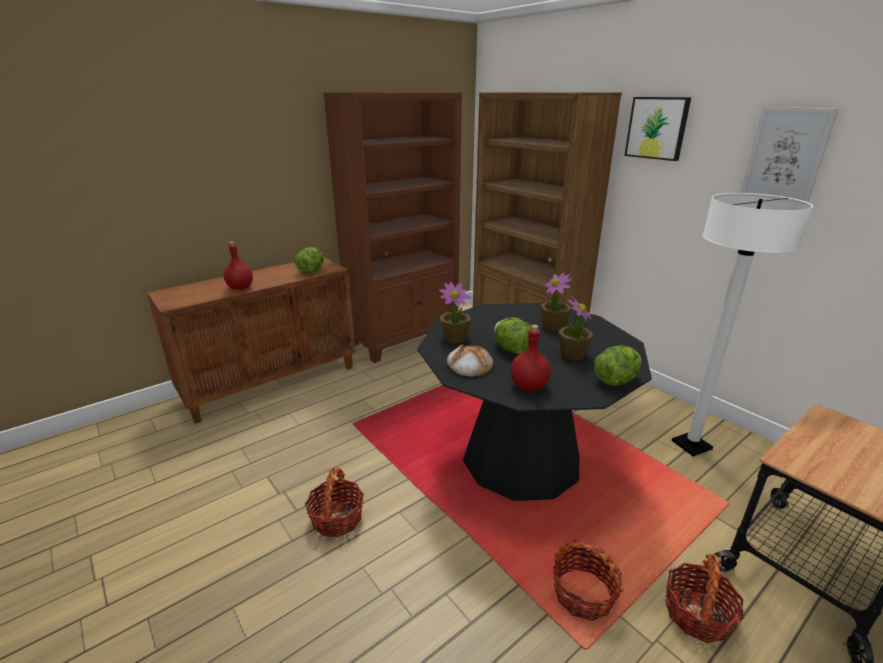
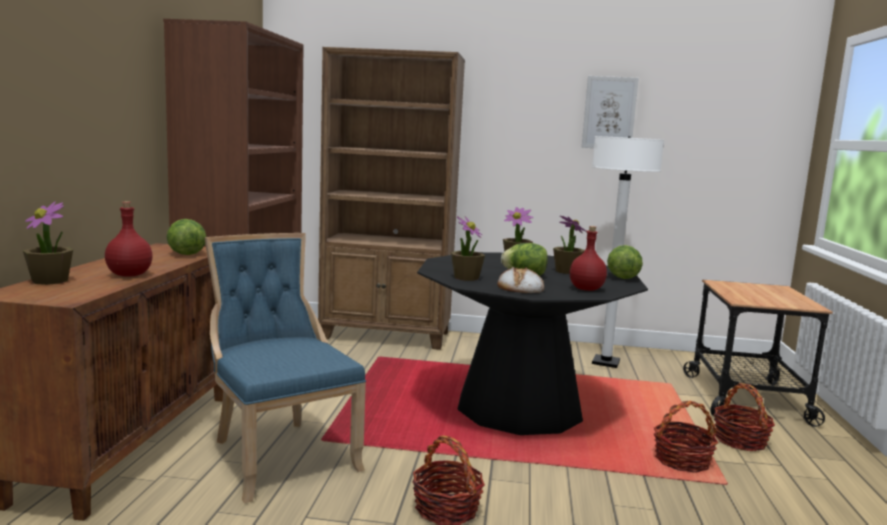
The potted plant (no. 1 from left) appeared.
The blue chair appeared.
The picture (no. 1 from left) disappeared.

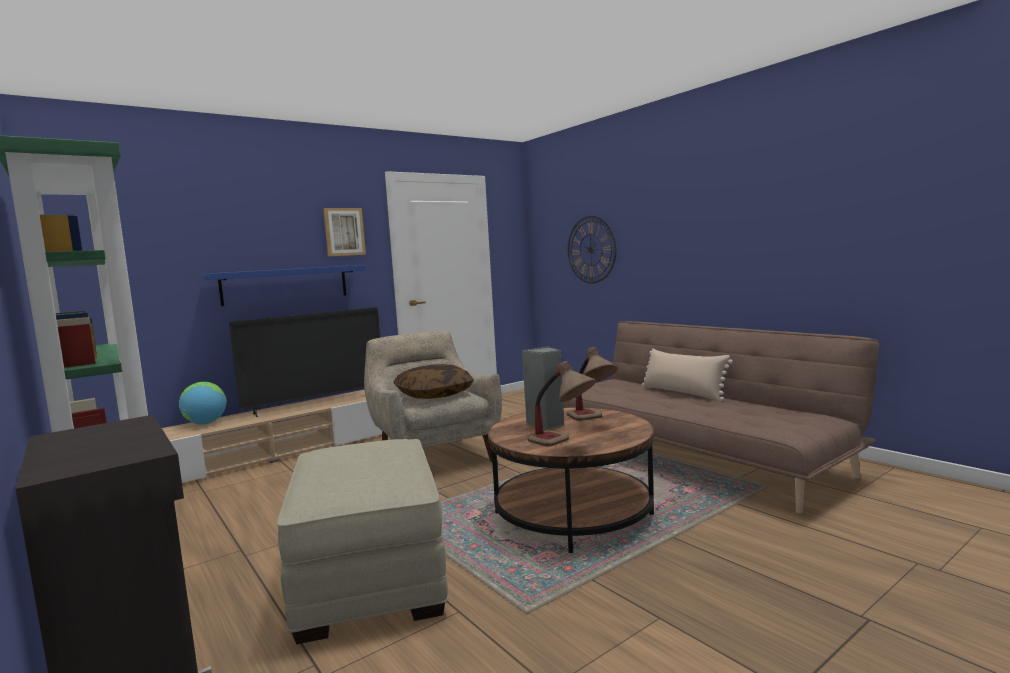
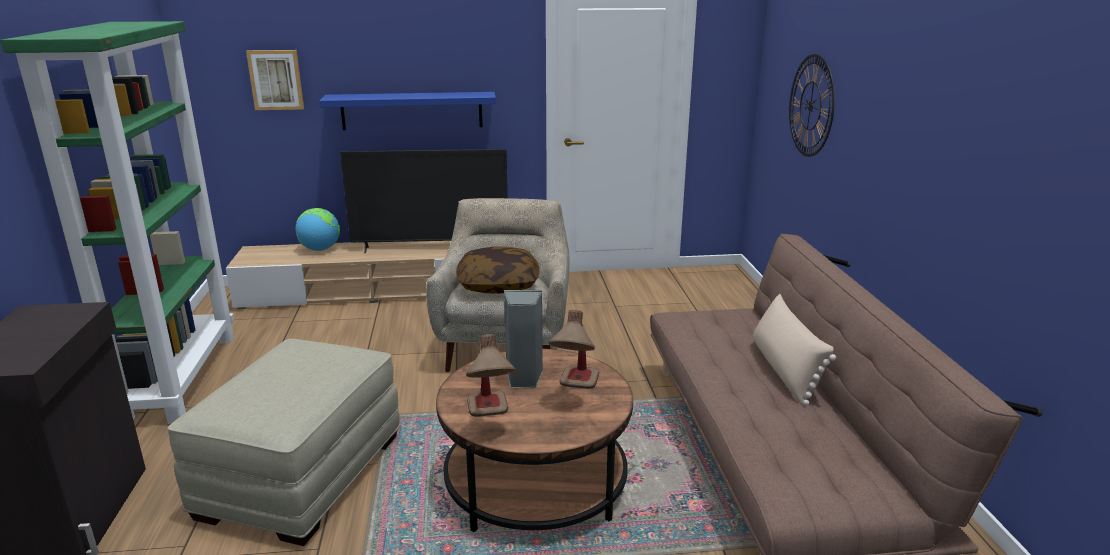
The picture moved.

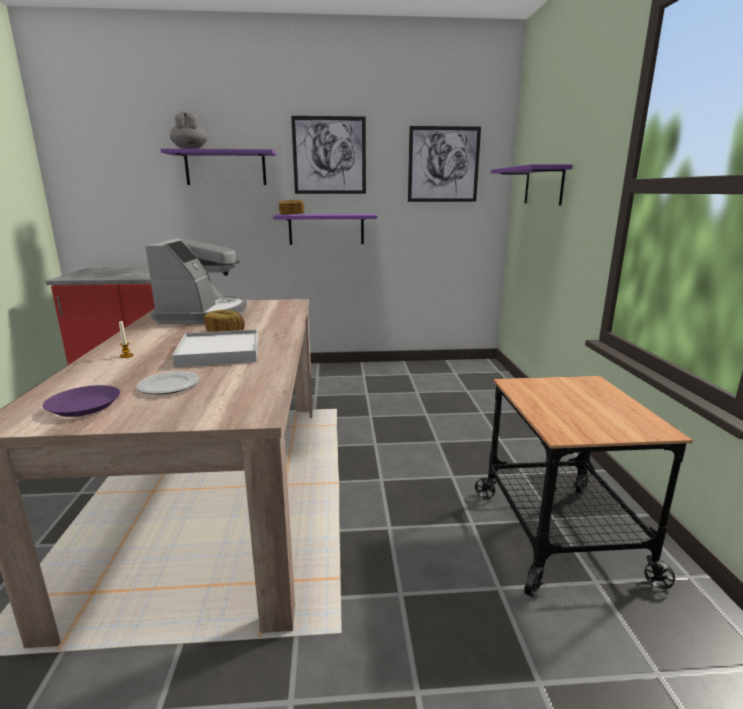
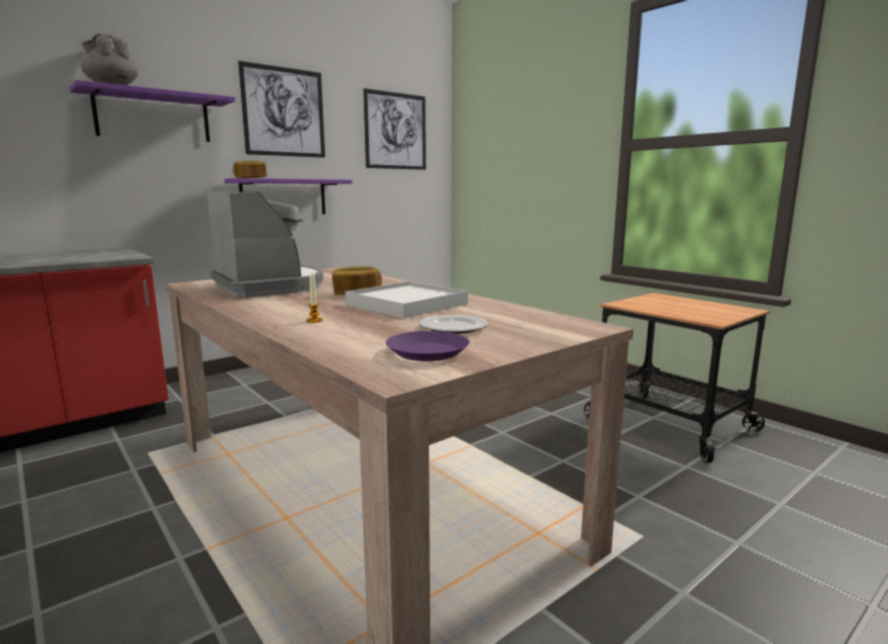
The purple shelf (no. 3 from left) disappeared.

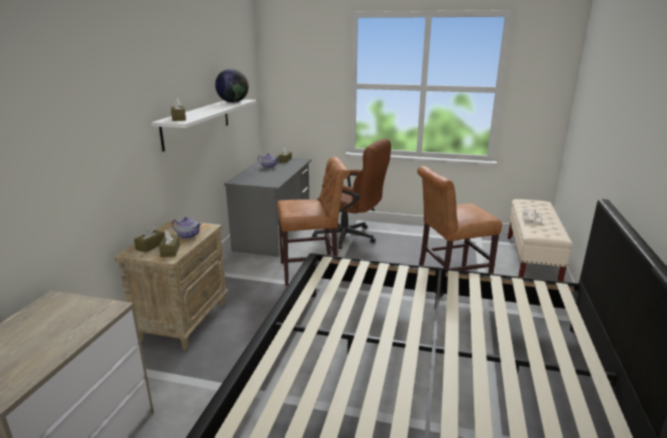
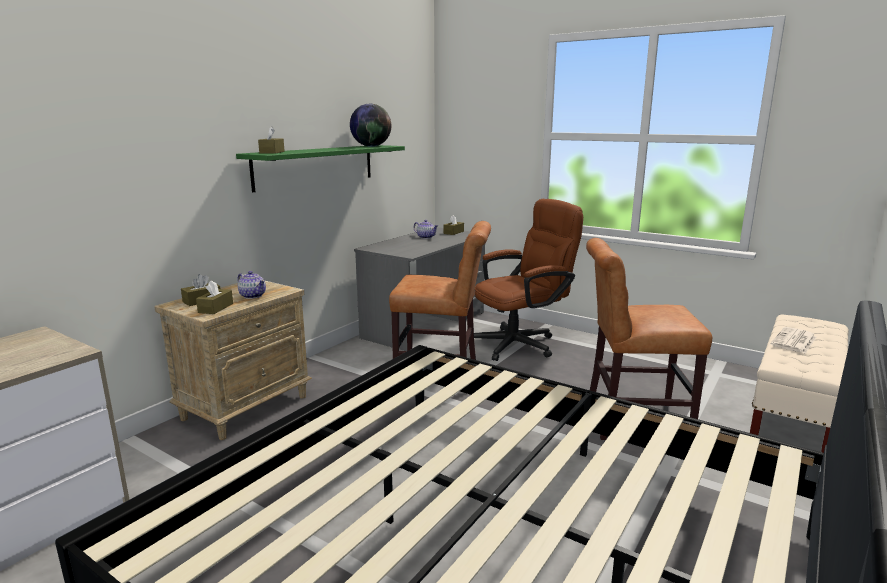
The white shelf became the green shelf.
The brown office chair turned 75 degrees counterclockwise.

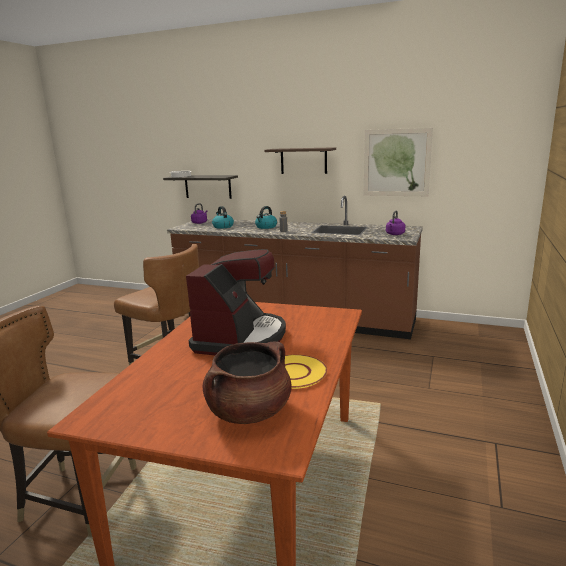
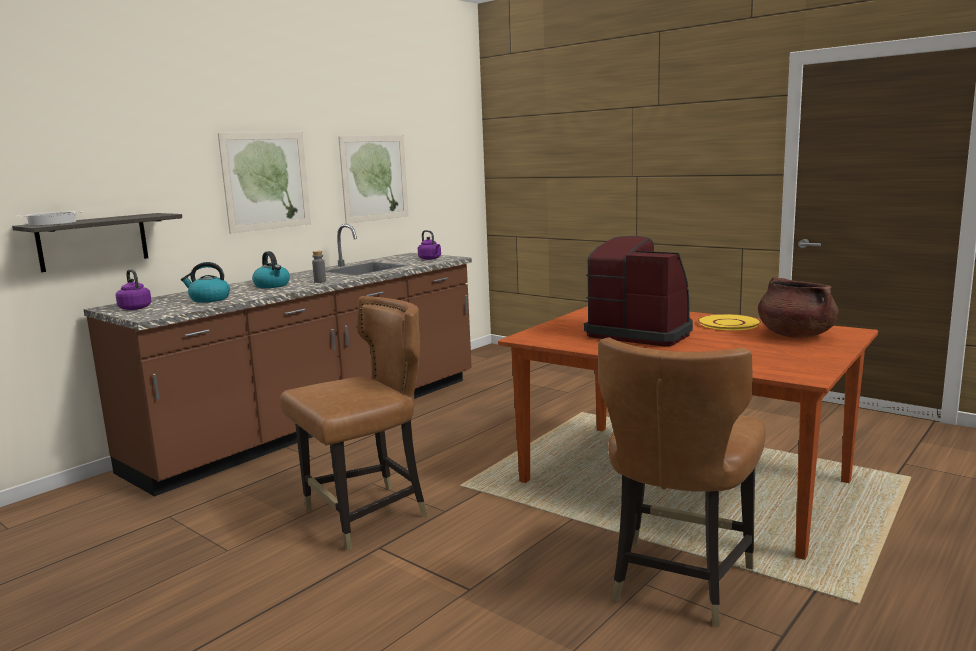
The shelf (no. 2 from left) was replaced by the picture (no. 1 from left).

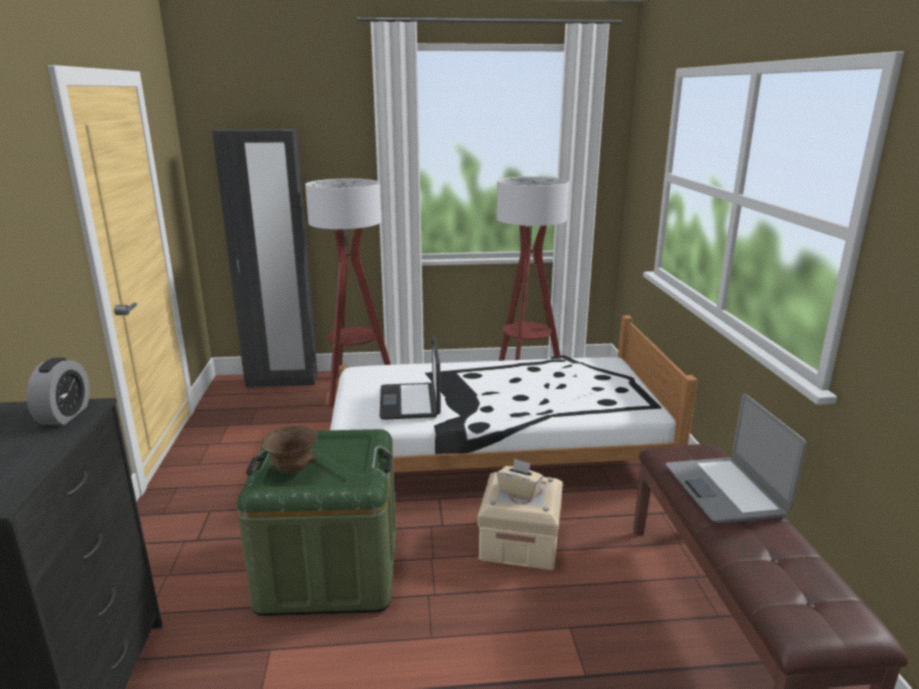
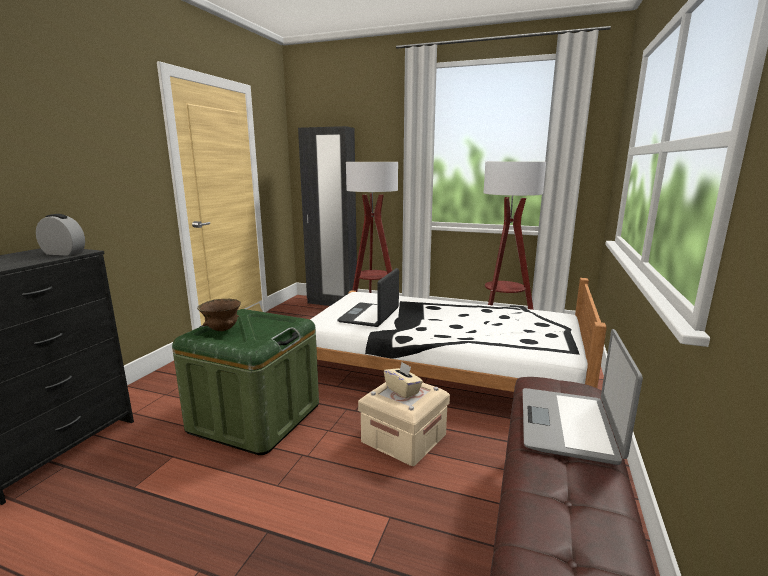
The alarm clock turned 105 degrees counterclockwise.

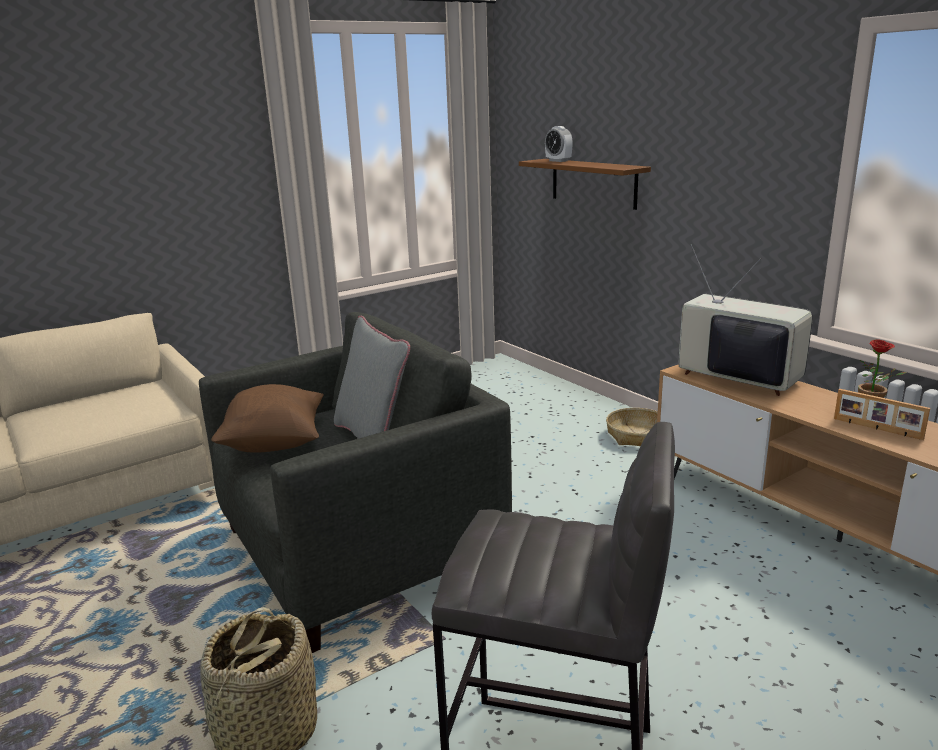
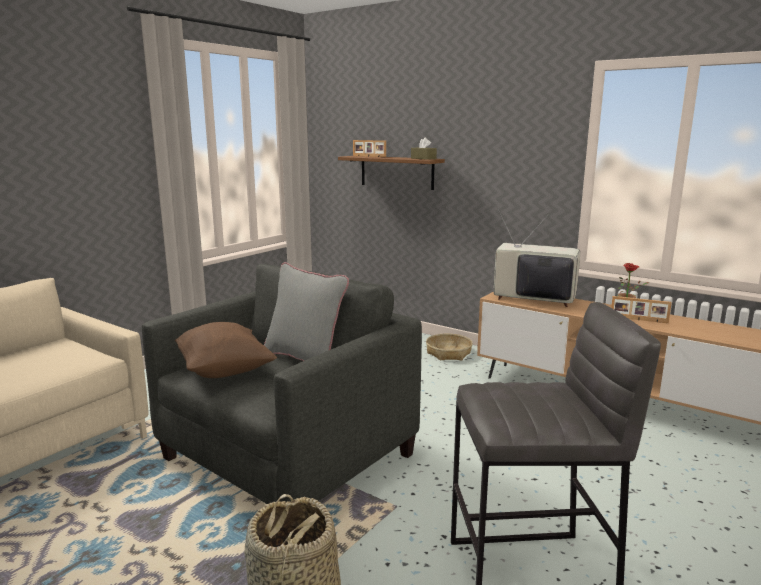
The alarm clock was replaced by the picture frame (no. 1 from left).
The brown tissue box appeared.

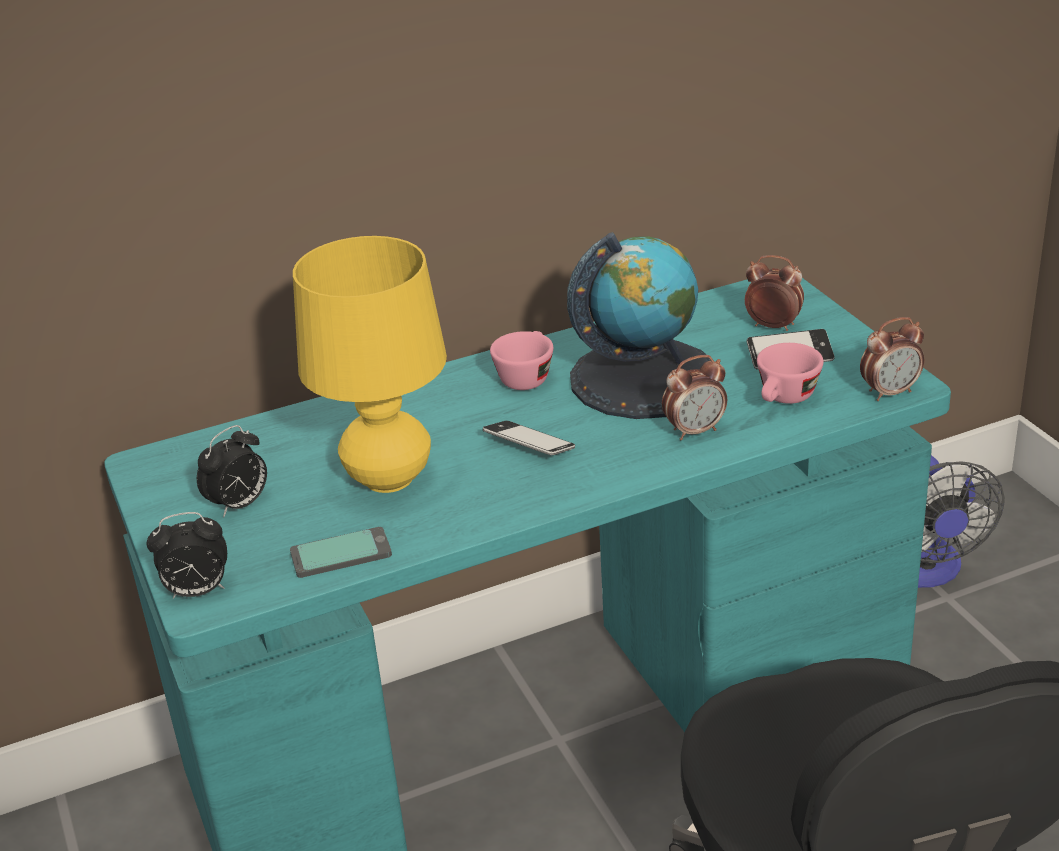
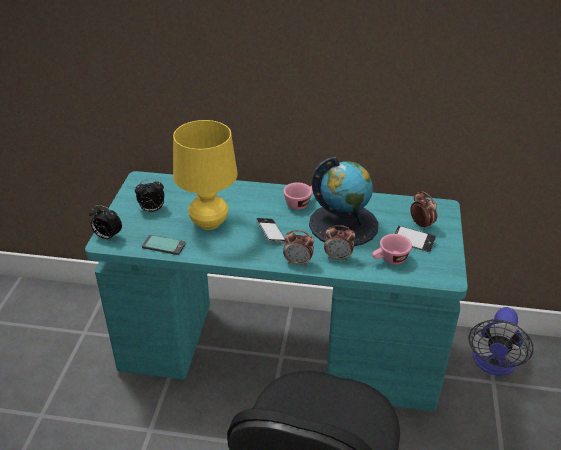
The alarm clock (no. 5 from left in the first image) moved.

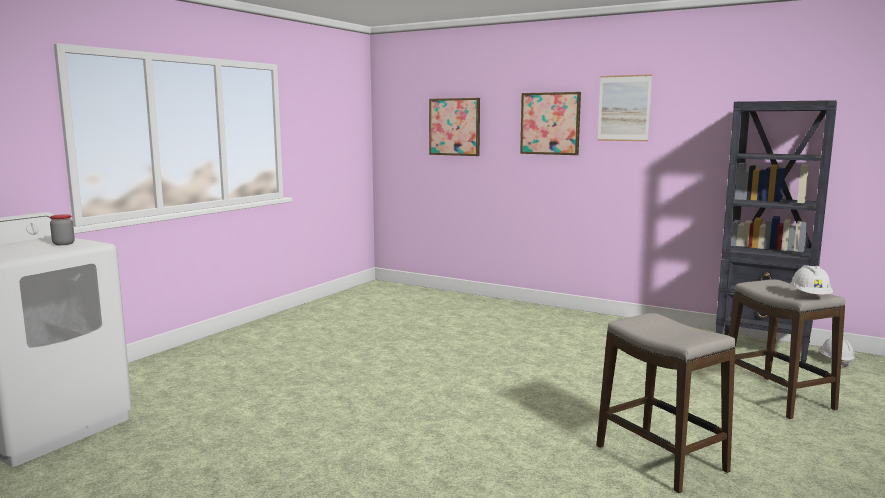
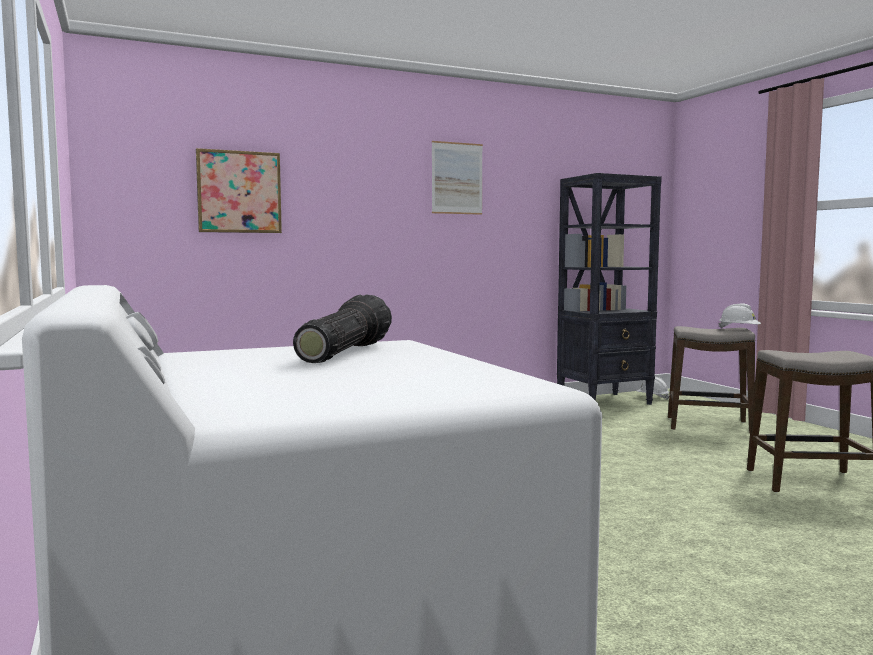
The jar was replaced by the flashlight.
The picture (no. 2 from left) disappeared.

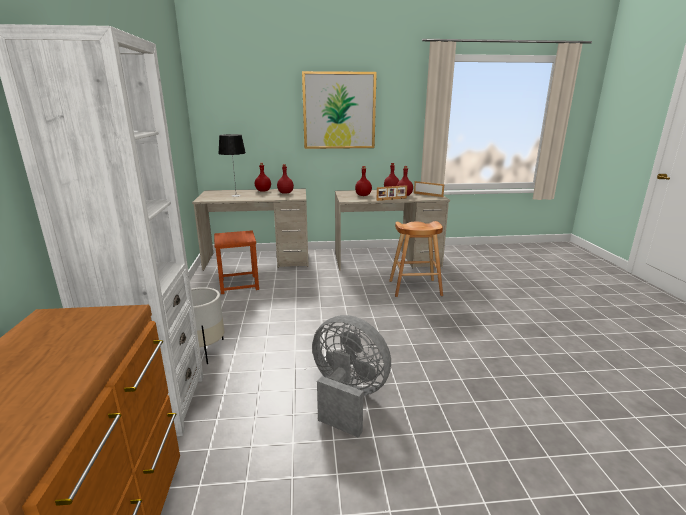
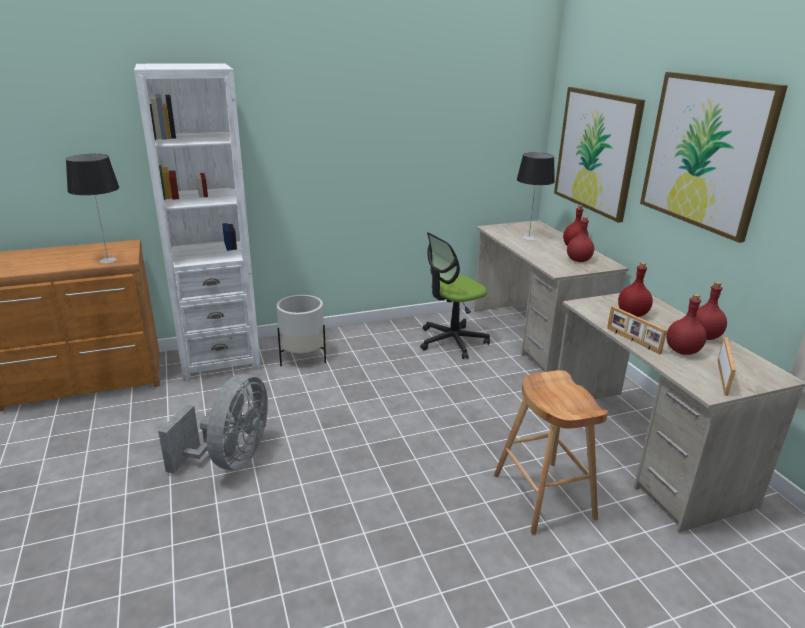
The table lamp (no. 1 from left) appeared.
The brown stool (no. 1 from left) was replaced by the office chair.
The picture (no. 1 from left) appeared.

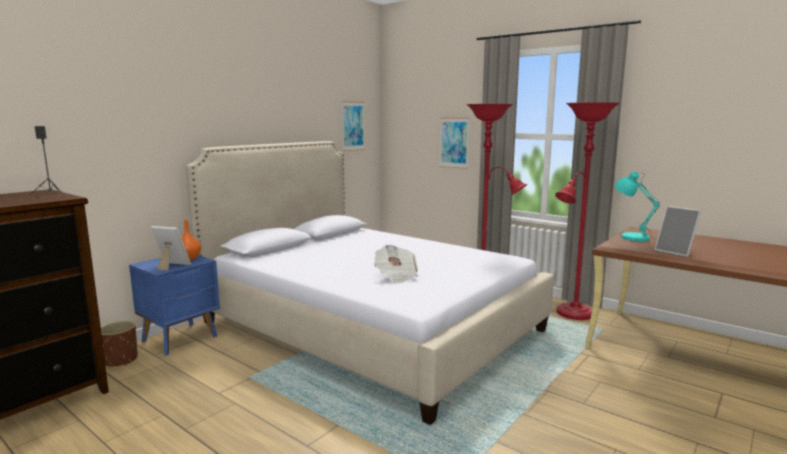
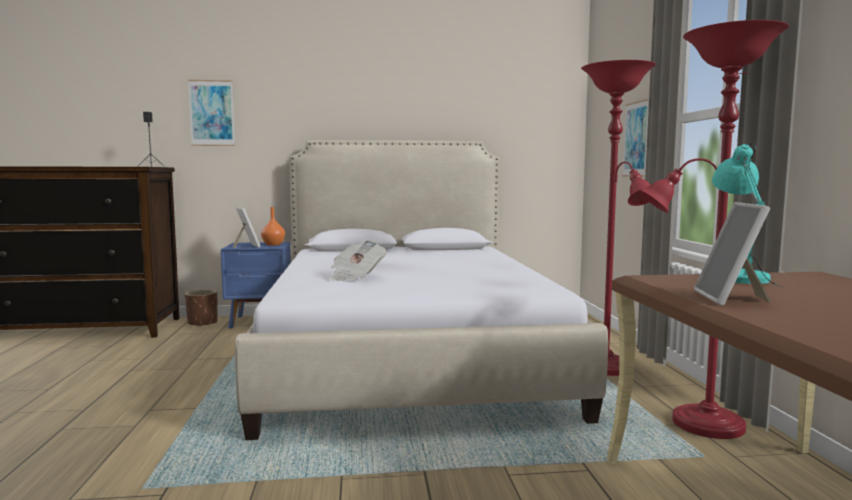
The picture (no. 1 from left) moved.

